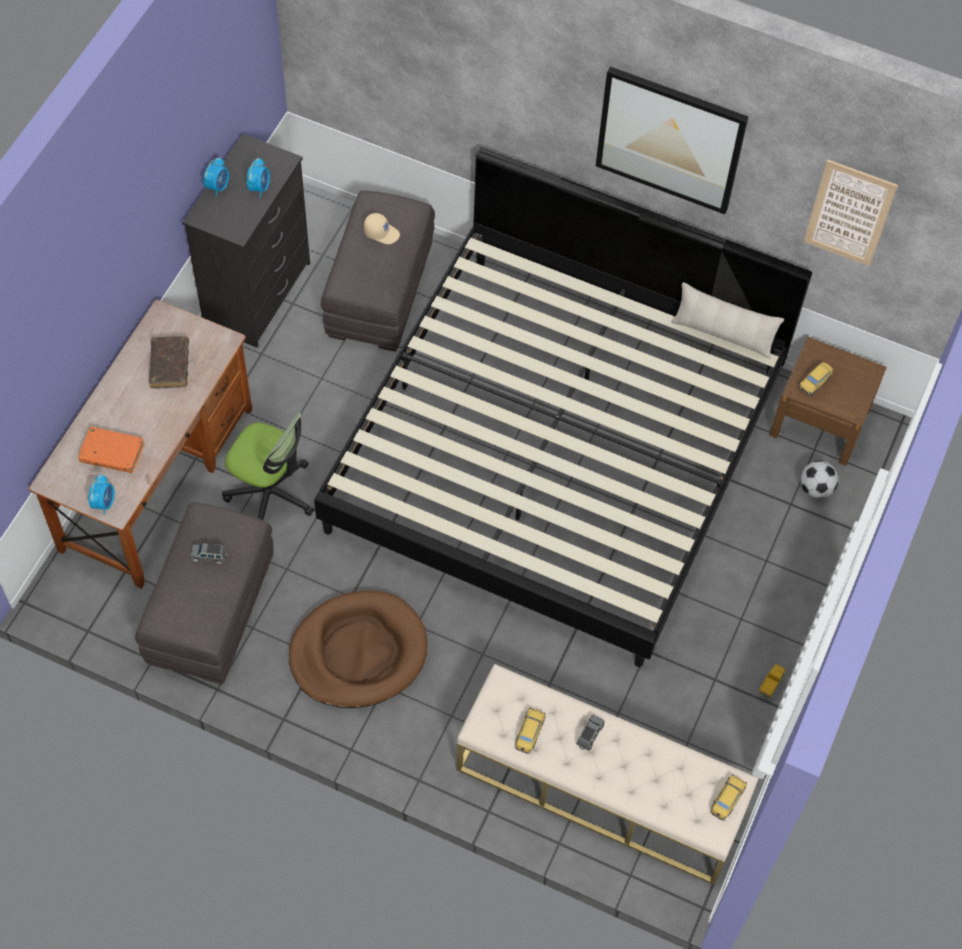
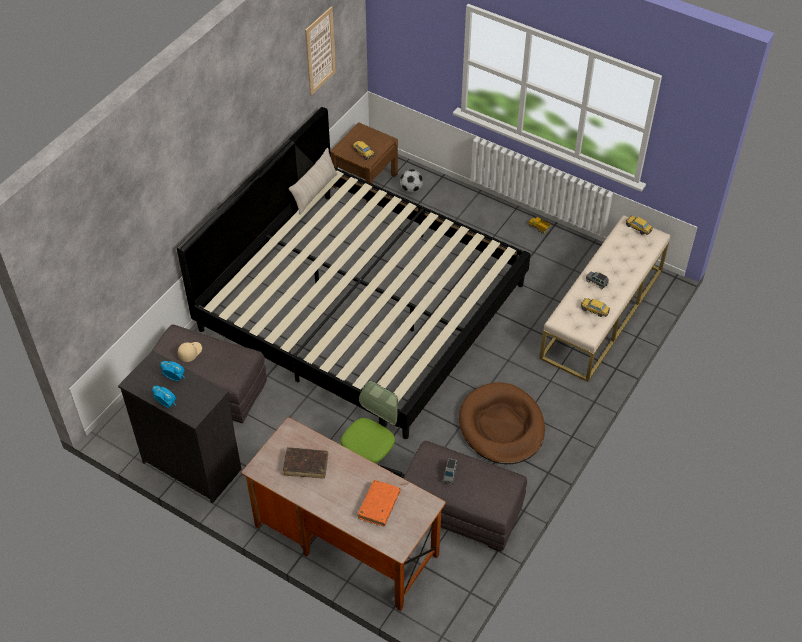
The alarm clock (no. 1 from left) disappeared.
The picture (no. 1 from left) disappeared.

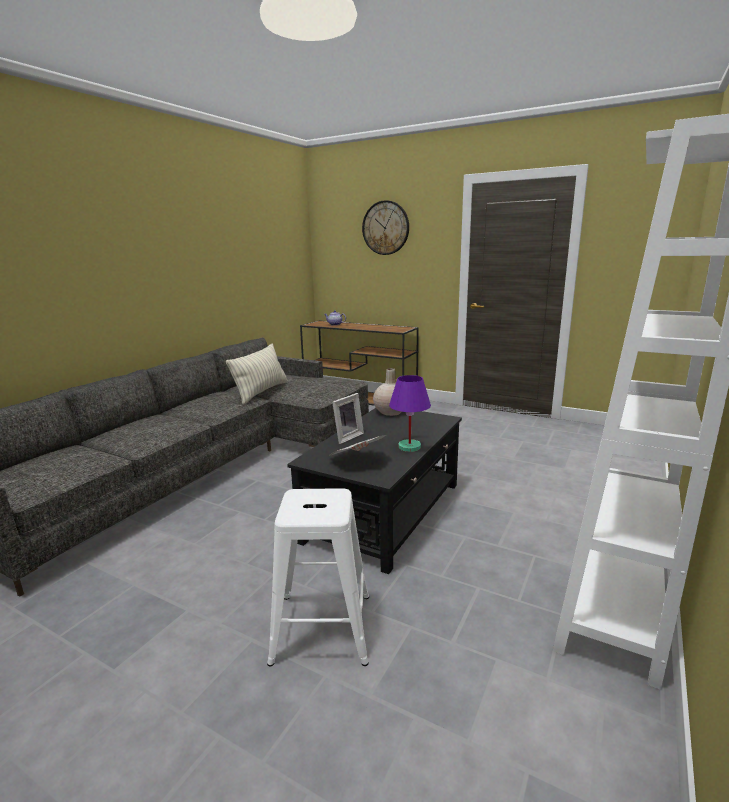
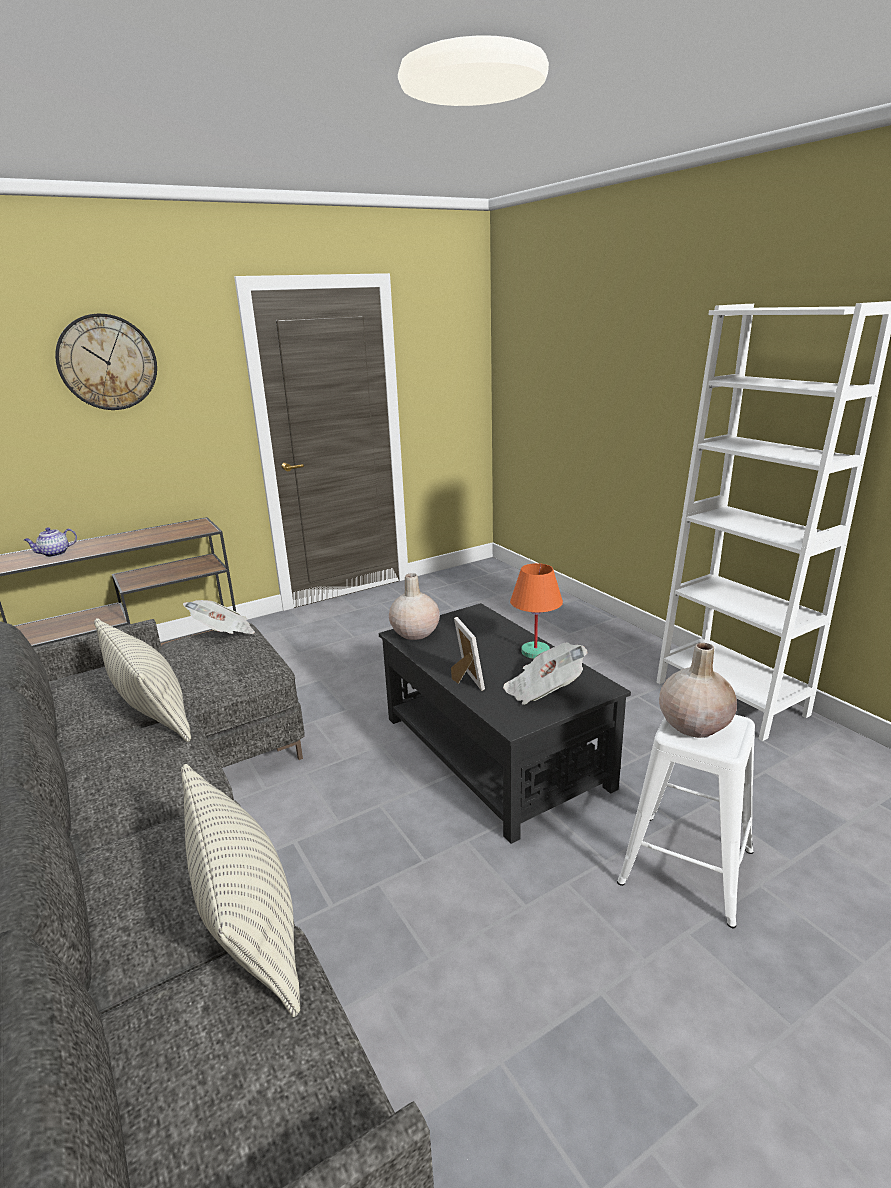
The pillow (no. 2 from left) appeared.
The newspaper (no. 1 from left) appeared.
The purple table lamp became the orange table lamp.
The beige vase (no. 2 from left) appeared.

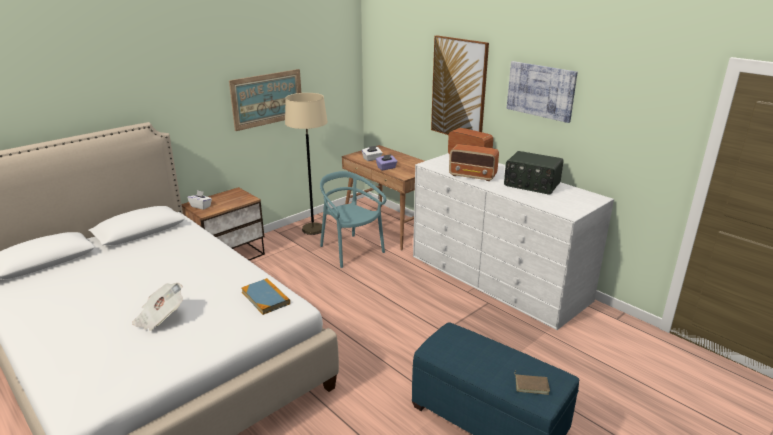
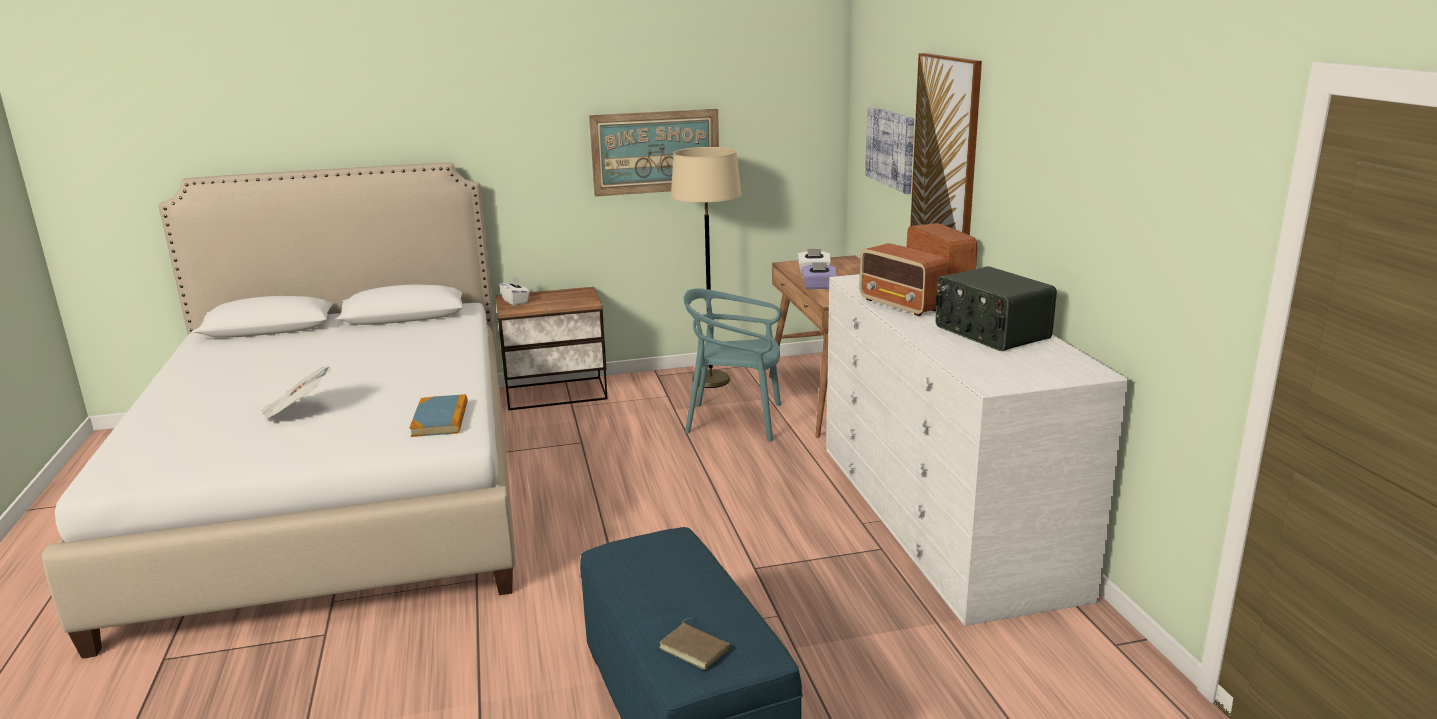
The turquoise chair turned 75 degrees counterclockwise.
The picture (no. 3 from left in the first image) moved.

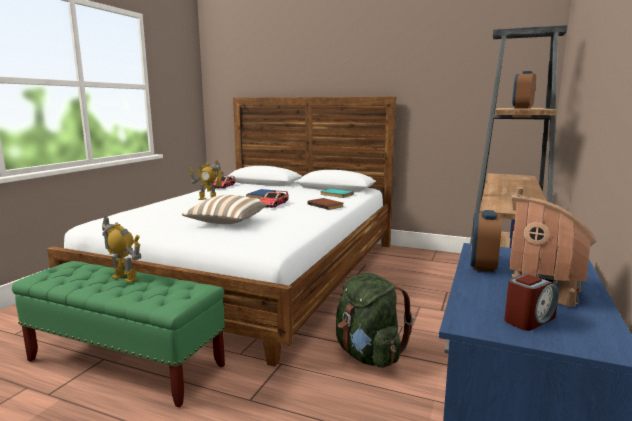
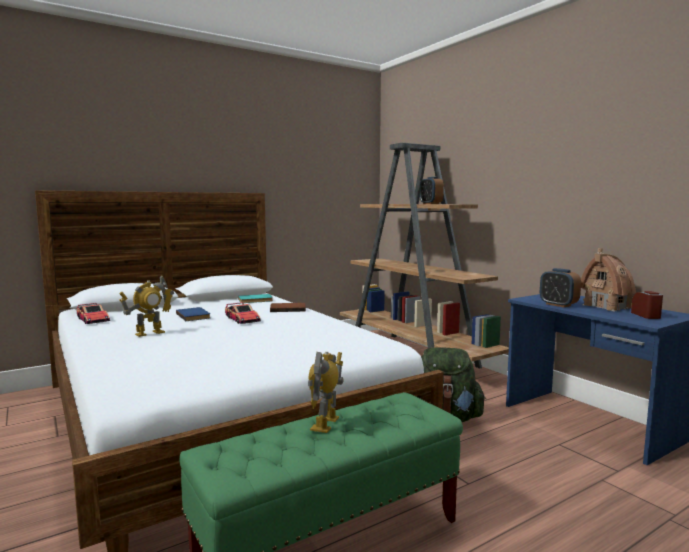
The toy robot (no. 1 from left in the first image) turned 45 degrees counterclockwise.
The pillow disappeared.

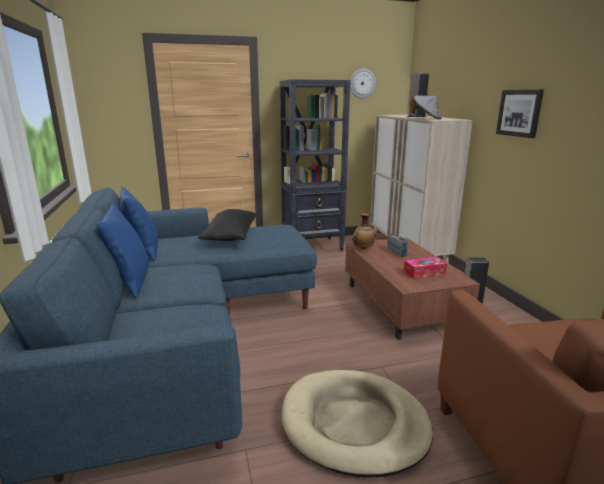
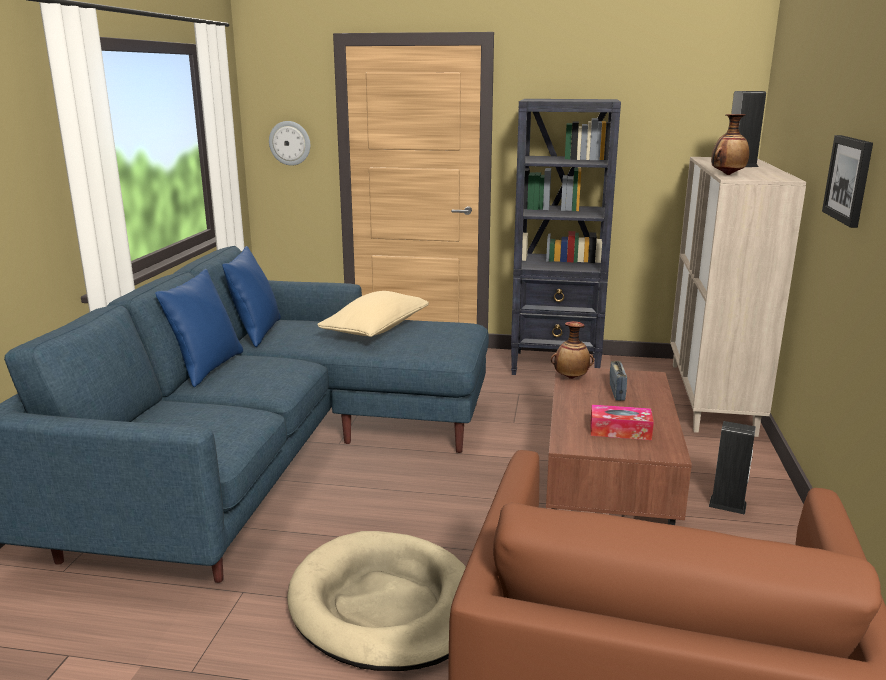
The wall clock moved.
The black pillow became the beige pillow.
The grey hat was replaced by the vase (no. 2 from left).

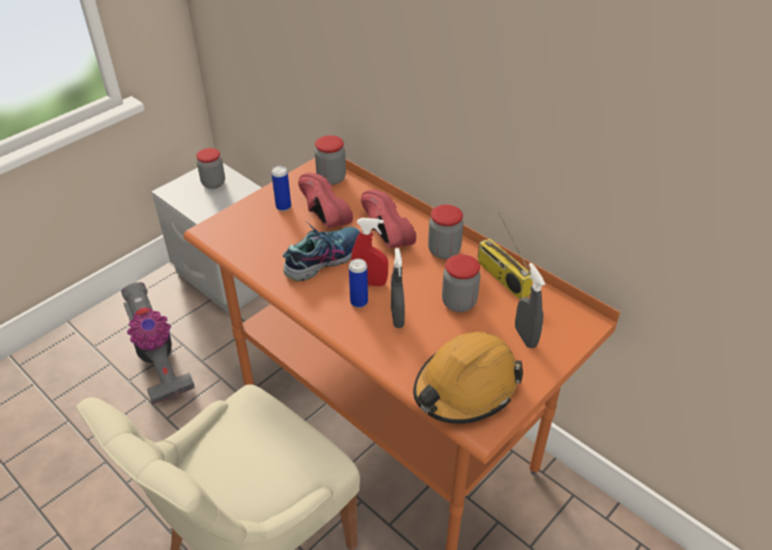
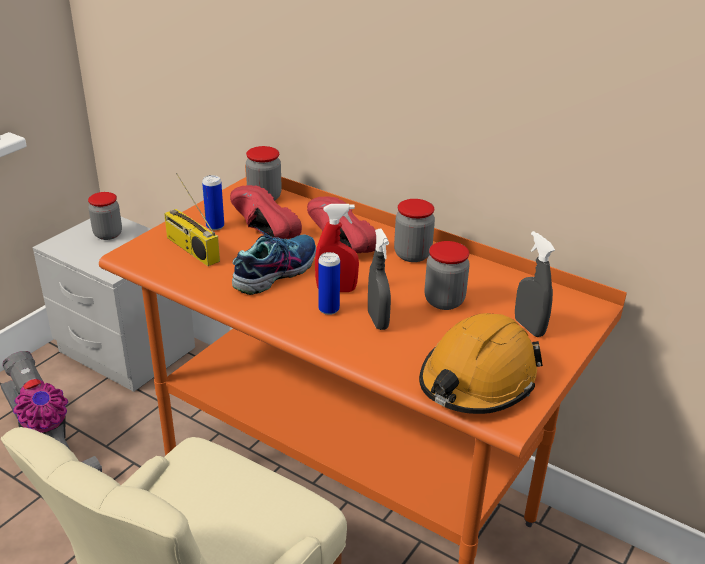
The radio moved.

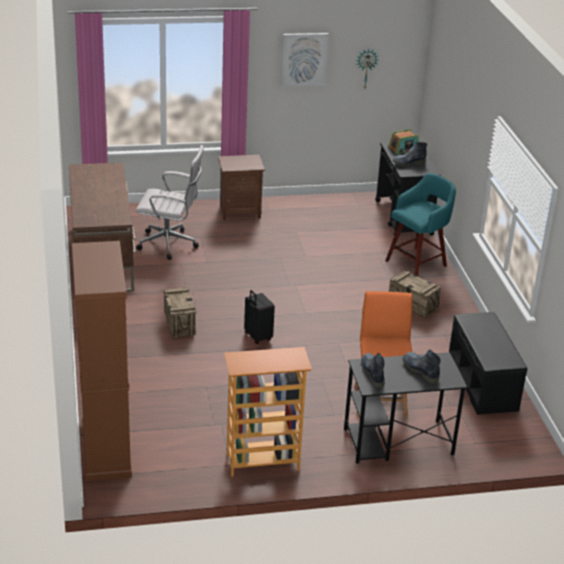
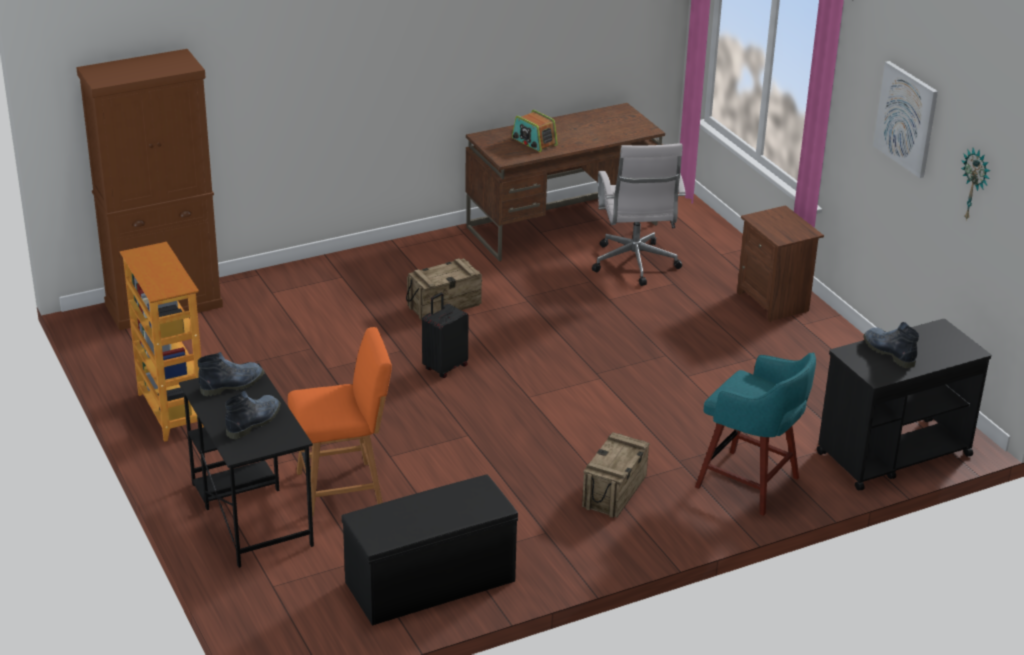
The radio moved.

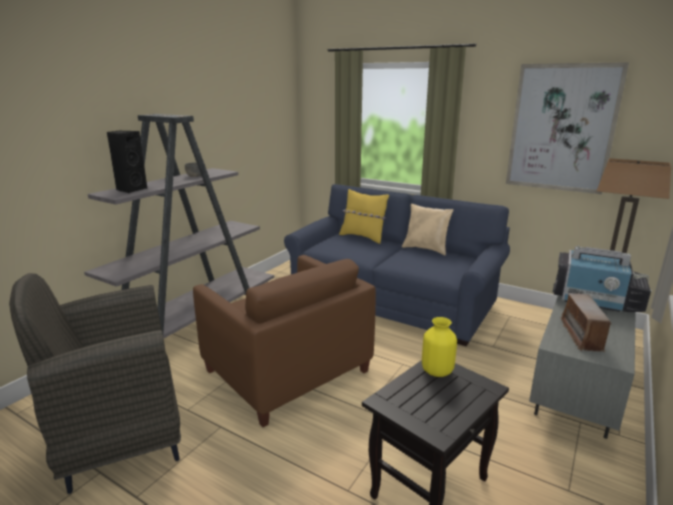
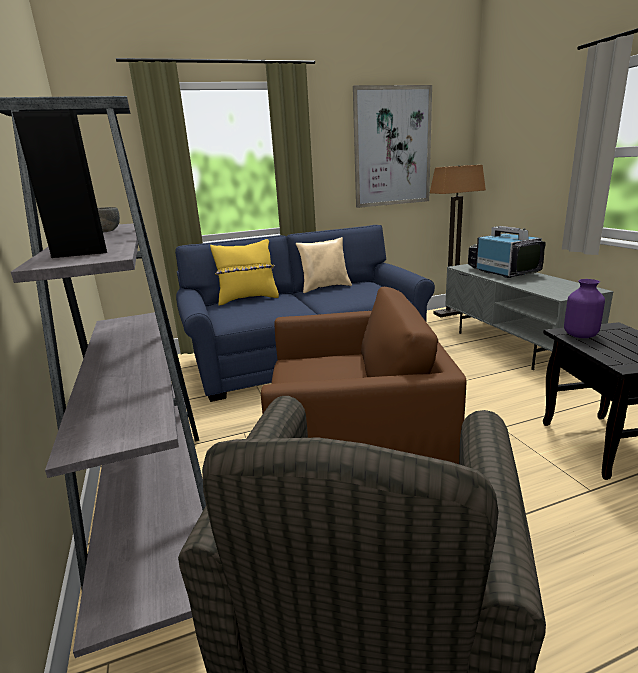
The television turned 90 degrees counterclockwise.
The yellow vase became the purple vase.
The radio disappeared.

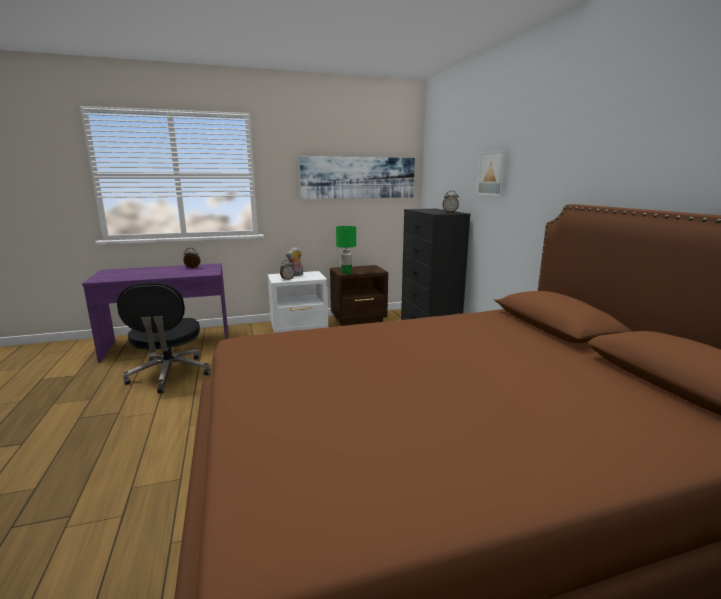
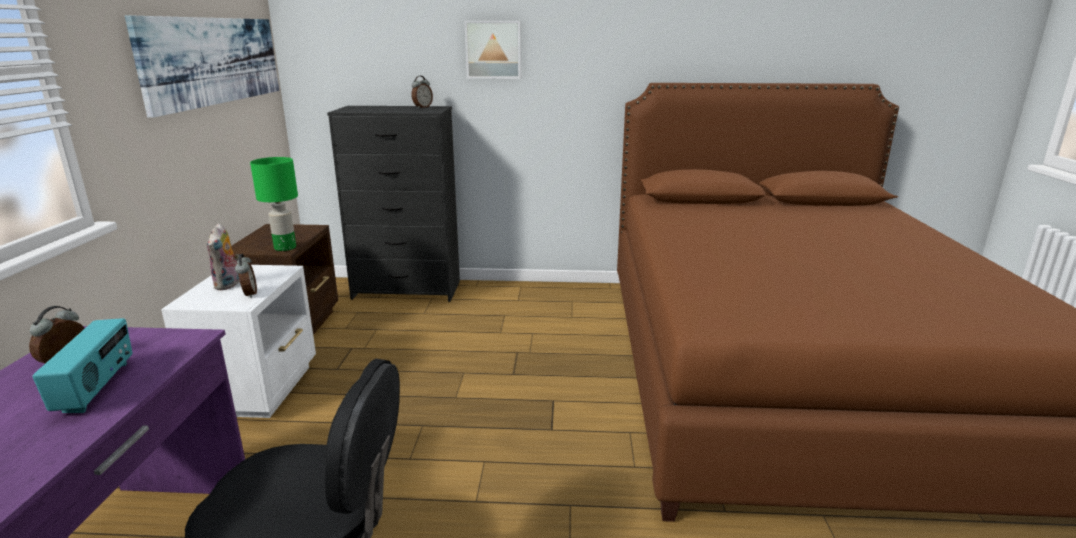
The radio appeared.

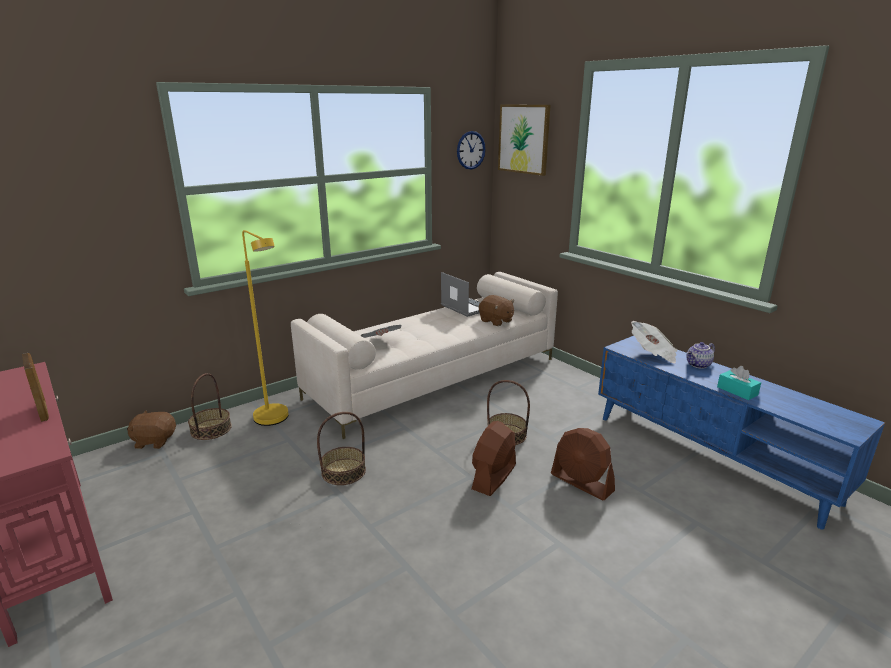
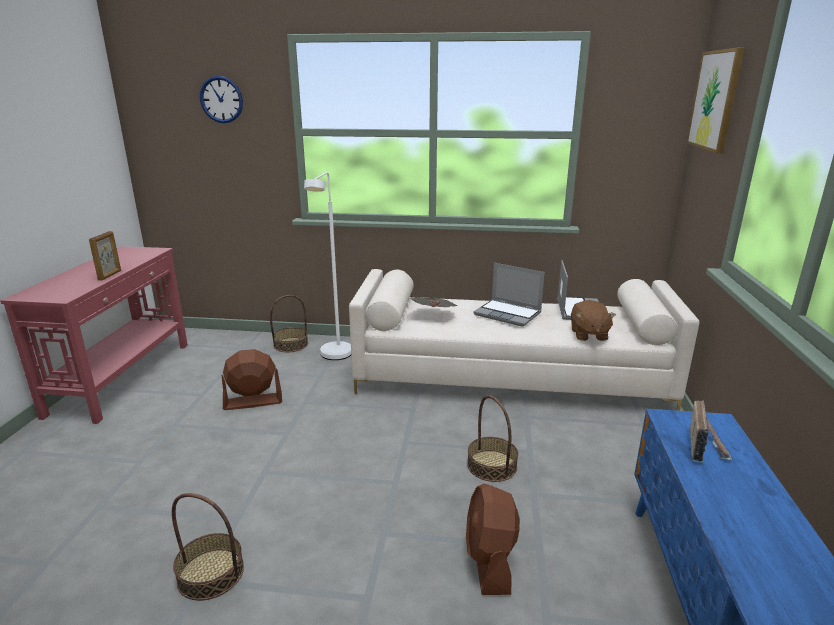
The basket (no. 2 from left in the first image) moved.
The wall clock moved.
The brown fan (no. 1 from left) moved.
The yellow floor lamp became the white floor lamp.
The laptop (no. 1 from left) appeared.
The newspaper (no. 2 from left) was replaced by the radio.
The brown plush toy (no. 1 from left) disappeared.
The teapot disappeared.
The turquoise tissue box disappeared.

